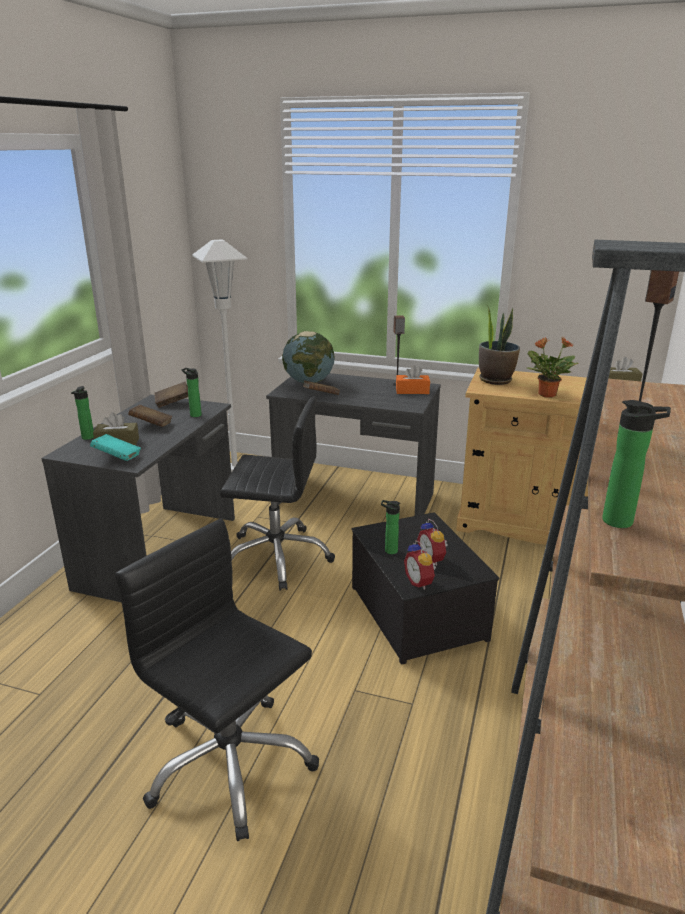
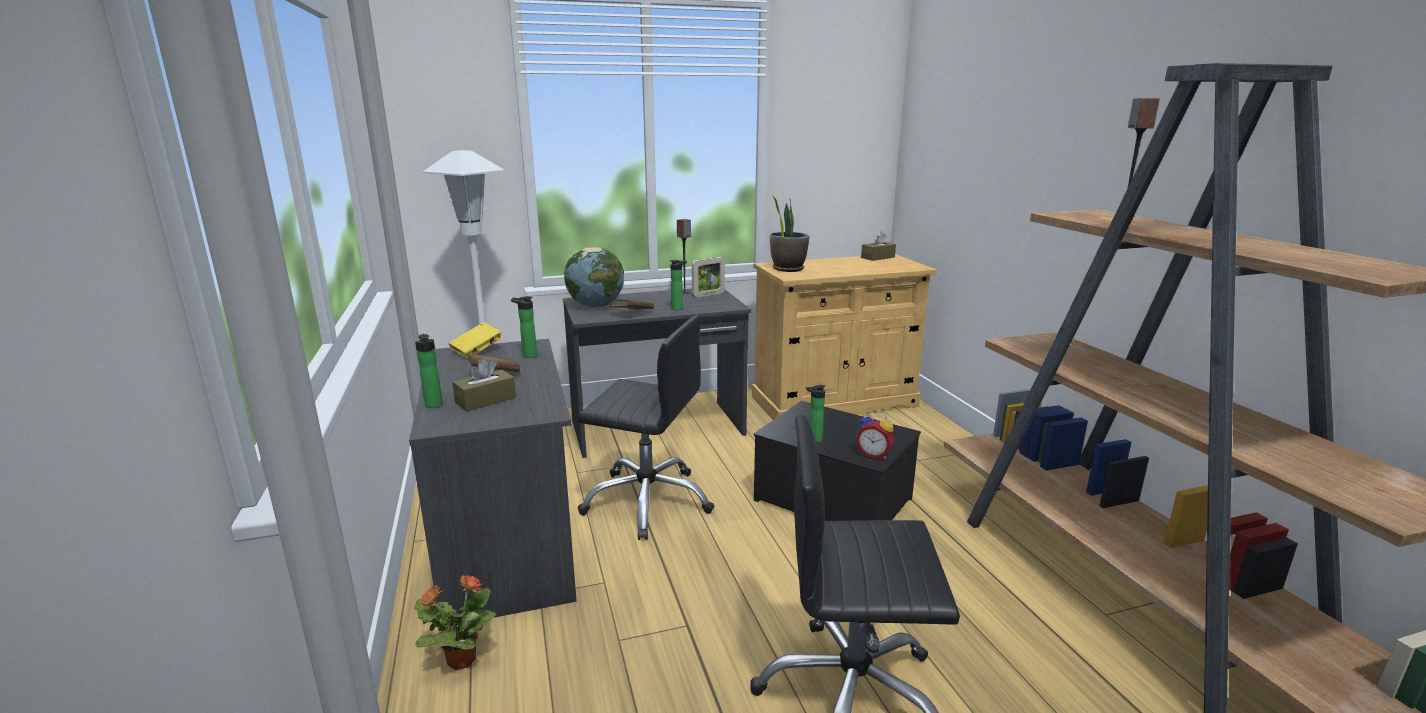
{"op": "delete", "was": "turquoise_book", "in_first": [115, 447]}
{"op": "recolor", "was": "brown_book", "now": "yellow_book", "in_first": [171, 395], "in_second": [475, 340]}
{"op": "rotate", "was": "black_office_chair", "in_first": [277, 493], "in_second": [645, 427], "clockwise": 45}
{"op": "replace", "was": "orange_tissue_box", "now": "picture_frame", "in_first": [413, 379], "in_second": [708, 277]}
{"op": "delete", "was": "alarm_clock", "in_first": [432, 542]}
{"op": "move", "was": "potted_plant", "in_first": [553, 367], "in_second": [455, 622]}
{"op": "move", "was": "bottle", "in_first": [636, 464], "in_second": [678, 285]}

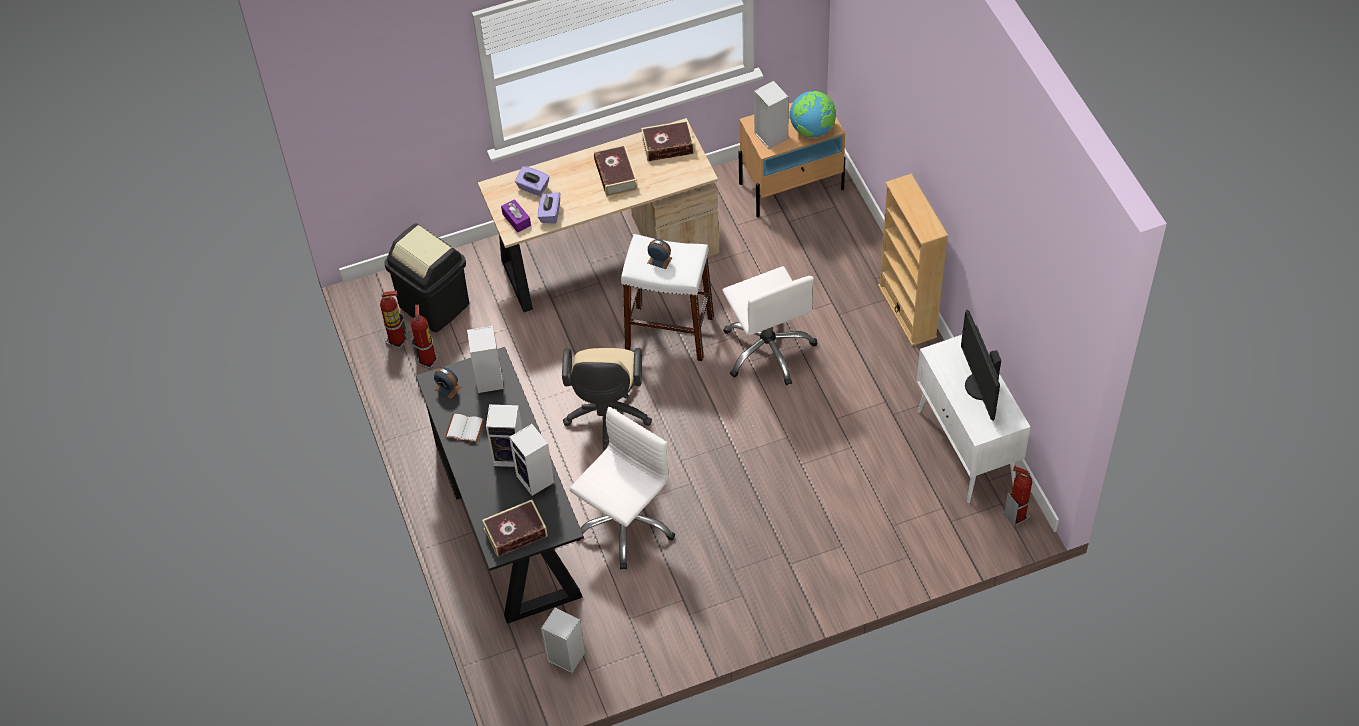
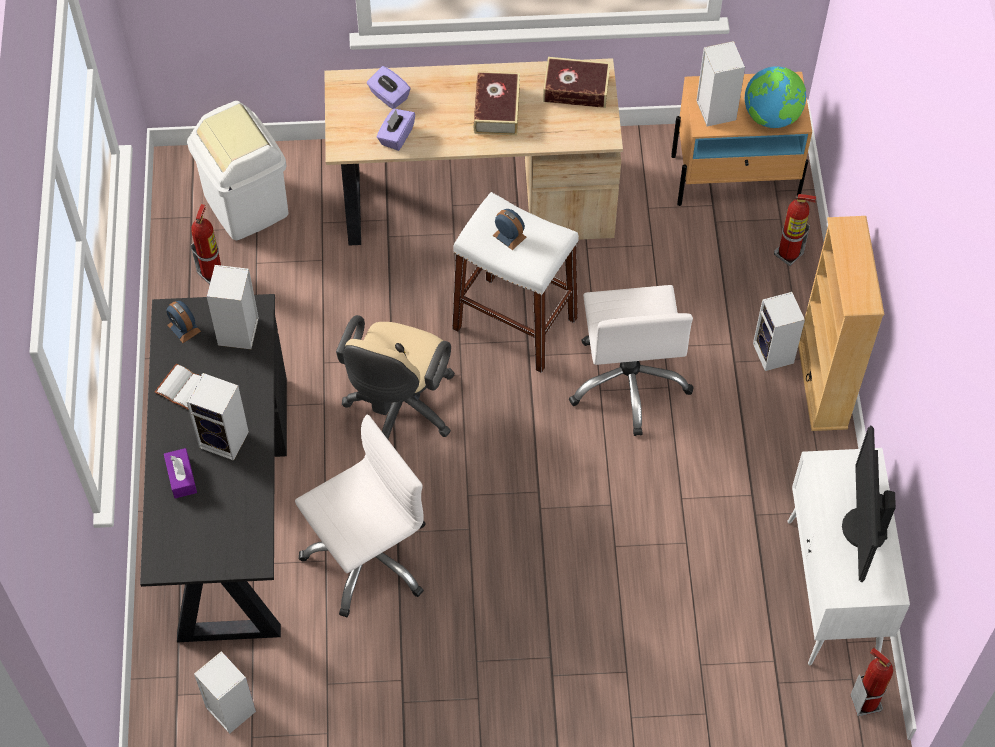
{"op": "move", "was": "fire_extinguisher", "in_first": [394, 320], "in_second": [795, 230]}
{"op": "recolor", "was": "black_trash_can", "now": "white_trash_can", "in_first": [426, 277], "in_second": [237, 170]}
{"op": "delete", "was": "book", "in_first": [515, 528]}
{"op": "move", "was": "purple_tissue_box", "in_first": [516, 216], "in_second": [180, 473]}
{"op": "move", "was": "speaker", "in_first": [531, 460], "in_second": [779, 331]}

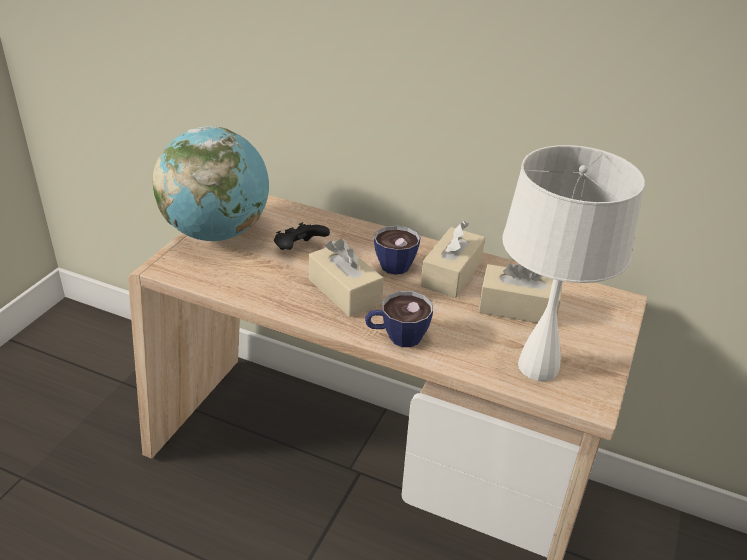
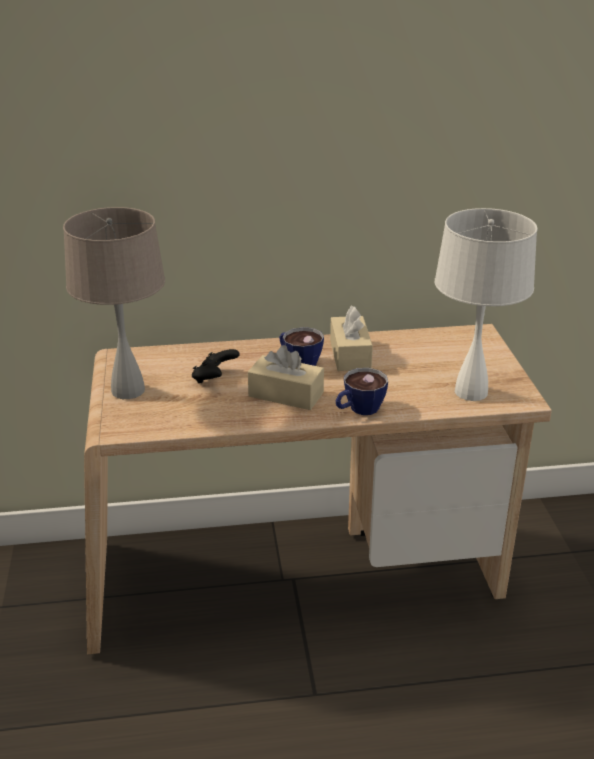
{"op": "replace", "was": "globe", "now": "beige_table_lamp", "in_first": [211, 183], "in_second": [114, 303]}
{"op": "delete", "was": "beige_tissue_box", "in_first": [520, 293]}

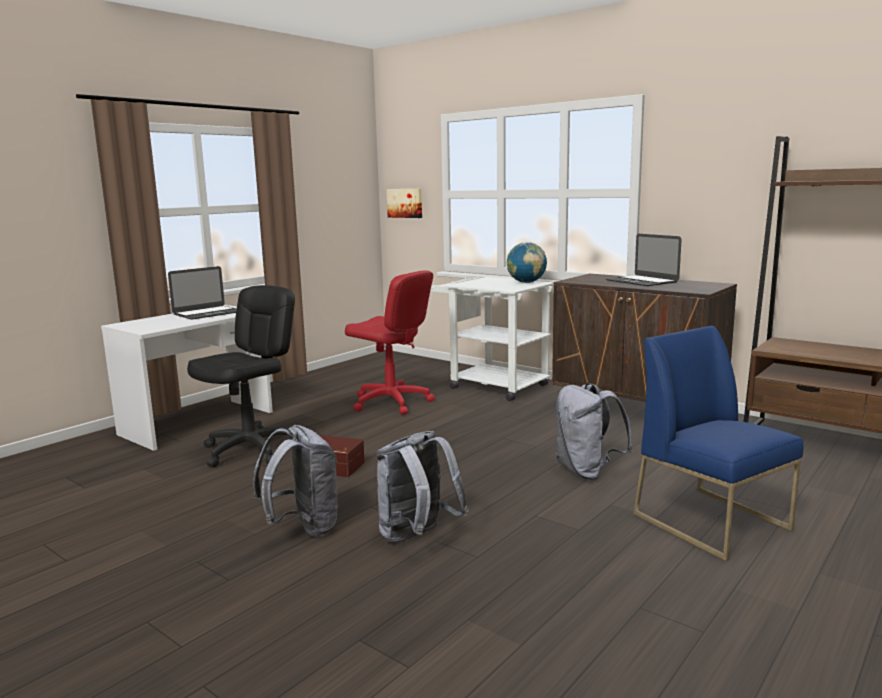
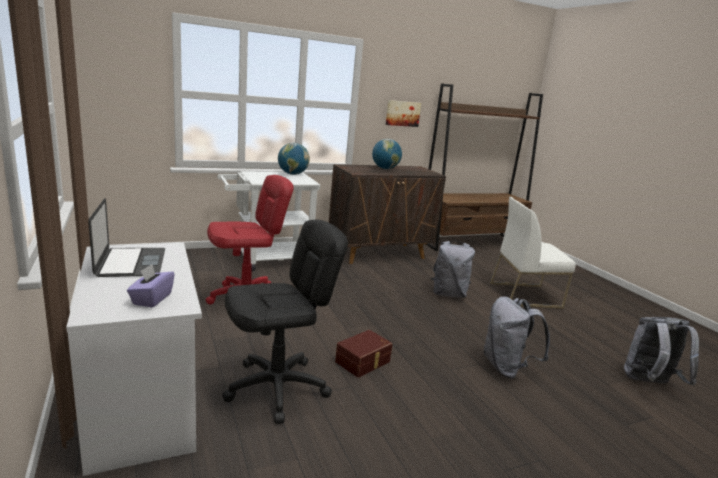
{"op": "rotate", "was": "black_office_chair", "in_first": [241, 376], "in_second": [285, 322], "clockwise": 90}
{"op": "move", "was": "grey_backpack", "in_first": [296, 481], "in_second": [661, 351]}
{"op": "move", "was": "picture", "in_first": [404, 203], "in_second": [403, 113]}
{"op": "replace", "was": "laptop", "now": "globe", "in_first": [644, 260], "in_second": [387, 154]}
{"op": "recolor", "was": "blue_chair", "now": "white_chair", "in_first": [718, 443], "in_second": [533, 253]}
{"op": "insert", "now": "purple_tissue_box", "in_second": [150, 286]}

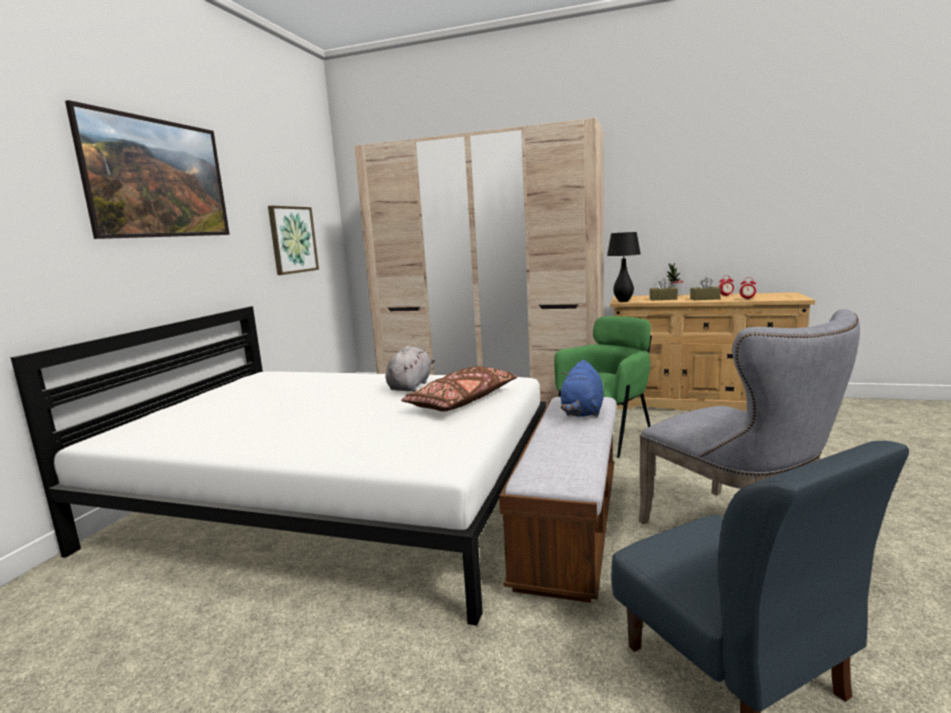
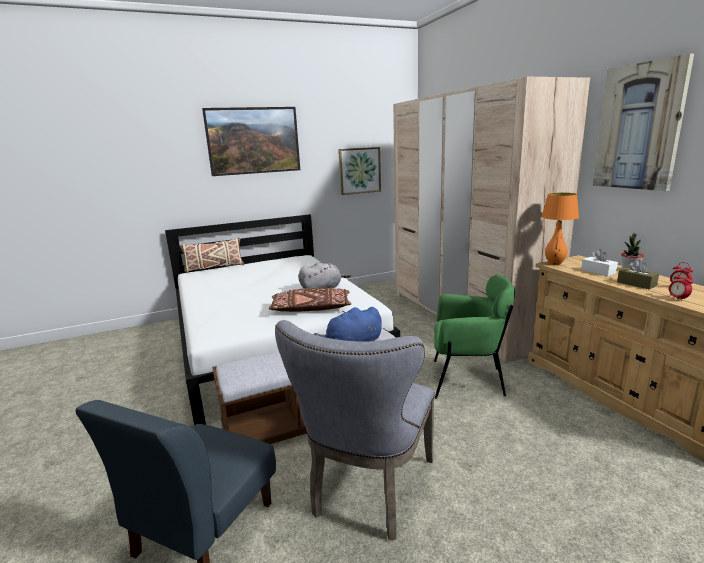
{"op": "recolor", "was": "black_table_lamp", "now": "orange_table_lamp", "in_first": [624, 267], "in_second": [560, 229]}
{"op": "recolor", "was": "brown_tissue_box", "now": "white_tissue_box", "in_first": [664, 289], "in_second": [599, 262]}
{"op": "insert", "now": "beige_pillow", "in_second": [212, 255]}
{"op": "insert", "now": "picture", "in_second": [643, 122]}

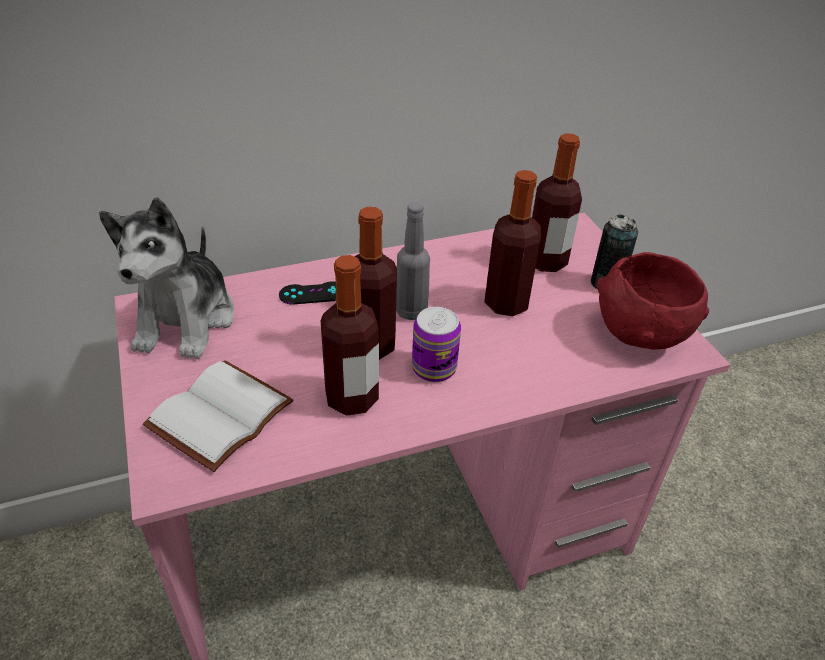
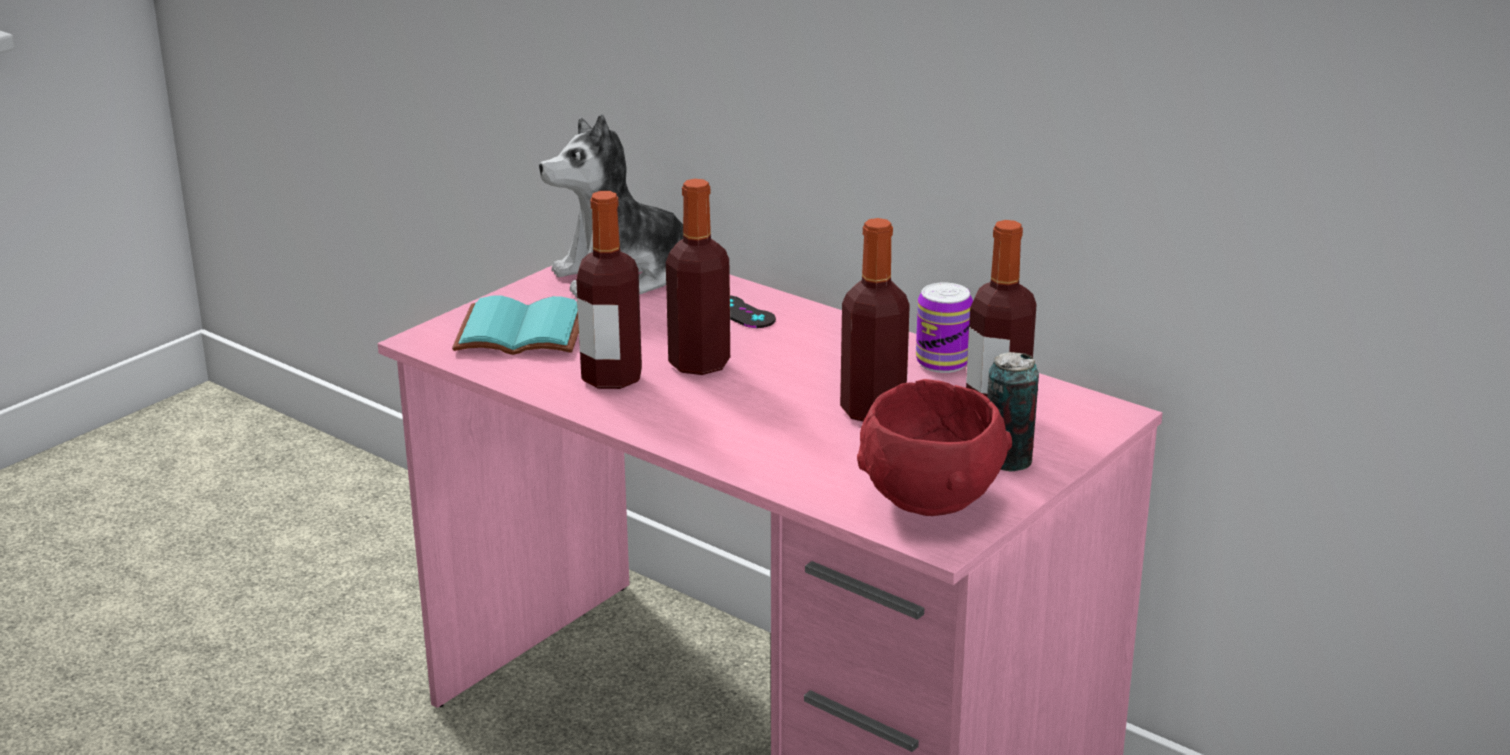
{"op": "recolor", "was": "white_book", "now": "turquoise_book", "in_first": [218, 416], "in_second": [515, 325]}
{"op": "delete", "was": "grey_bottle", "in_first": [413, 261]}
{"op": "move", "was": "can", "in_first": [436, 345], "in_second": [944, 327]}

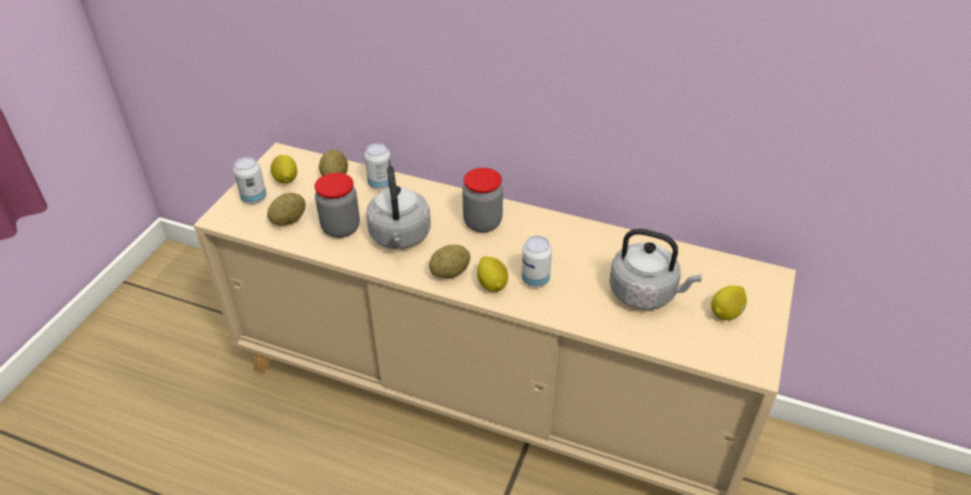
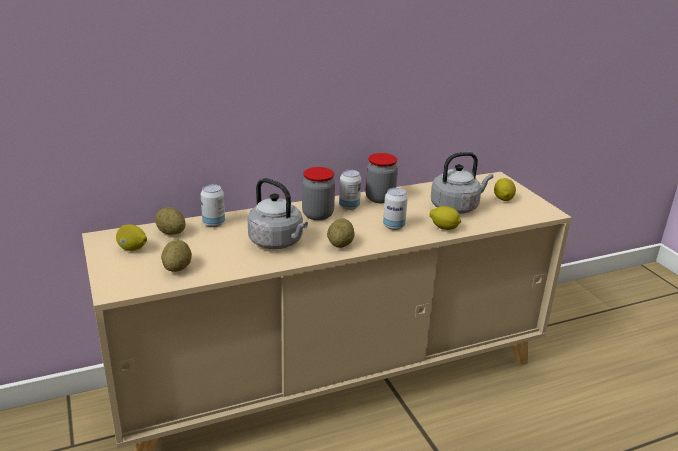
{"op": "move", "was": "can", "in_first": [250, 180], "in_second": [350, 190]}
{"op": "move", "was": "jar", "in_first": [337, 205], "in_second": [381, 178]}
{"op": "move", "was": "lemon", "in_first": [492, 274], "in_second": [445, 218]}

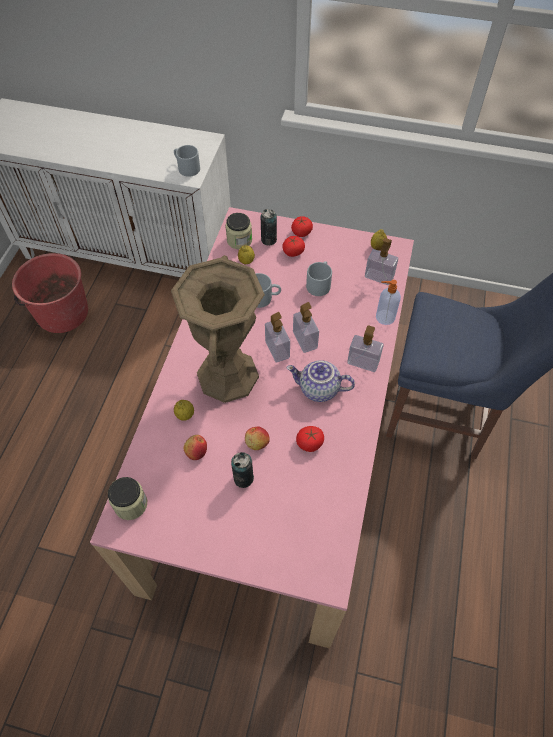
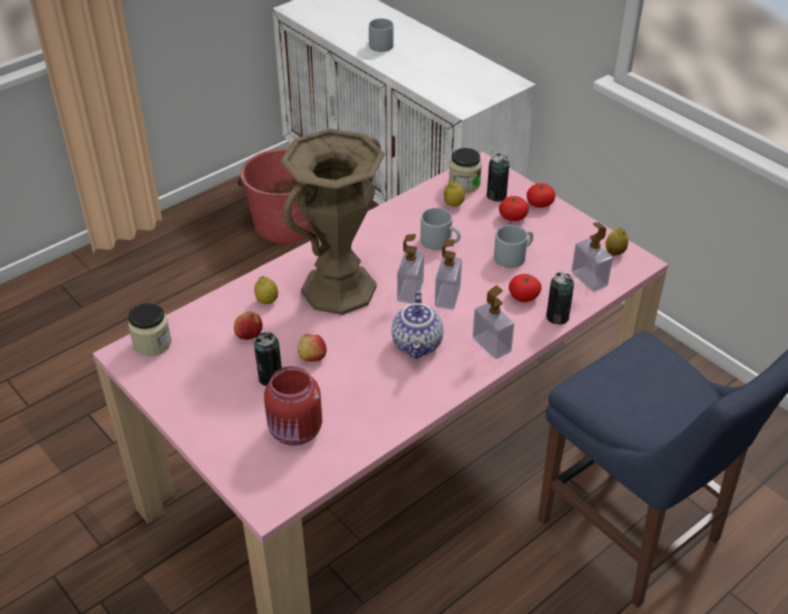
{"op": "move", "was": "grey_mug", "in_first": [187, 161], "in_second": [381, 35]}
{"op": "rotate", "was": "teapot", "in_first": [320, 381], "in_second": [417, 325], "clockwise": -135}
{"op": "move", "was": "tomato", "in_first": [310, 439], "in_second": [525, 288]}
{"op": "replace", "was": "soap_dispenser", "now": "can", "in_first": [388, 302], "in_second": [560, 298]}
{"op": "insert", "now": "red_jar", "in_second": [293, 406]}

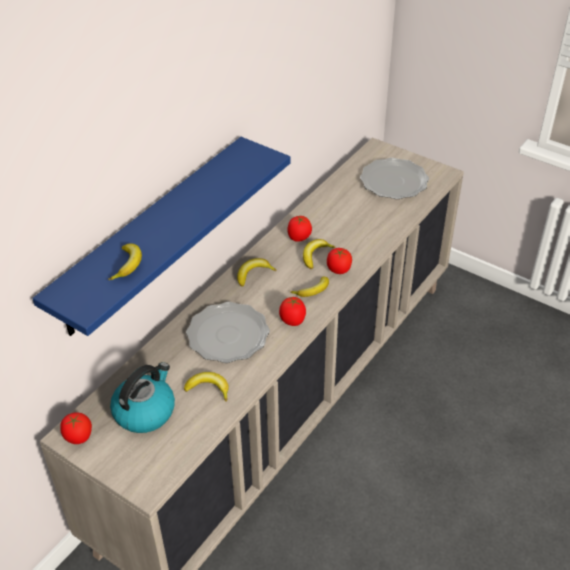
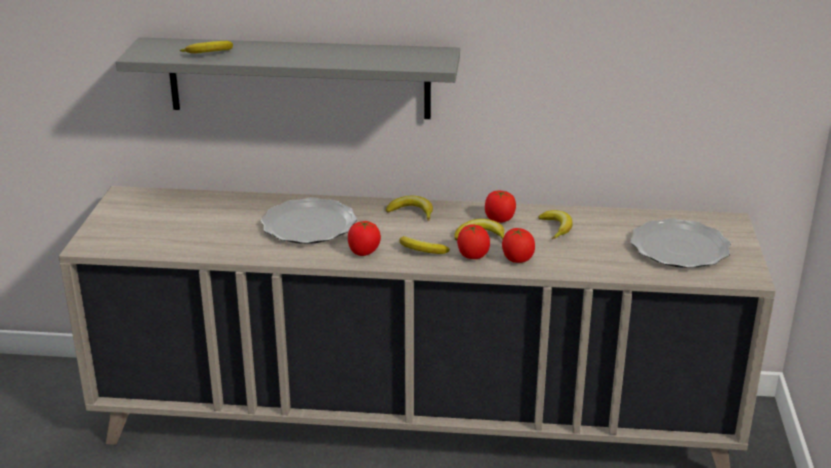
{"op": "recolor", "was": "blue_shelf", "now": "grey_shelf", "in_first": [161, 236], "in_second": [288, 78]}
{"op": "move", "was": "tomato", "in_first": [76, 428], "in_second": [518, 245]}
{"op": "delete", "was": "kettle", "in_first": [142, 397]}
{"op": "move", "was": "banana", "in_first": [206, 387], "in_second": [555, 225]}

